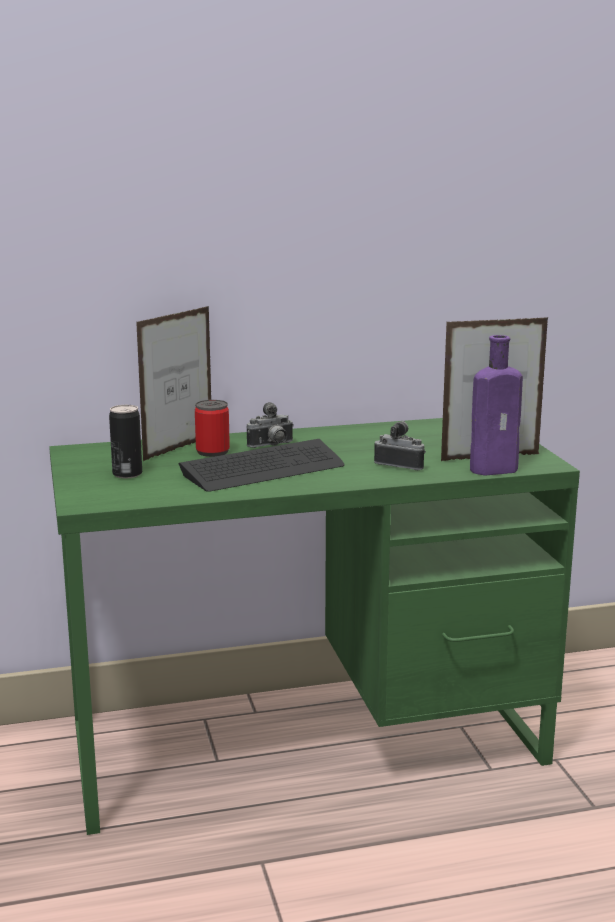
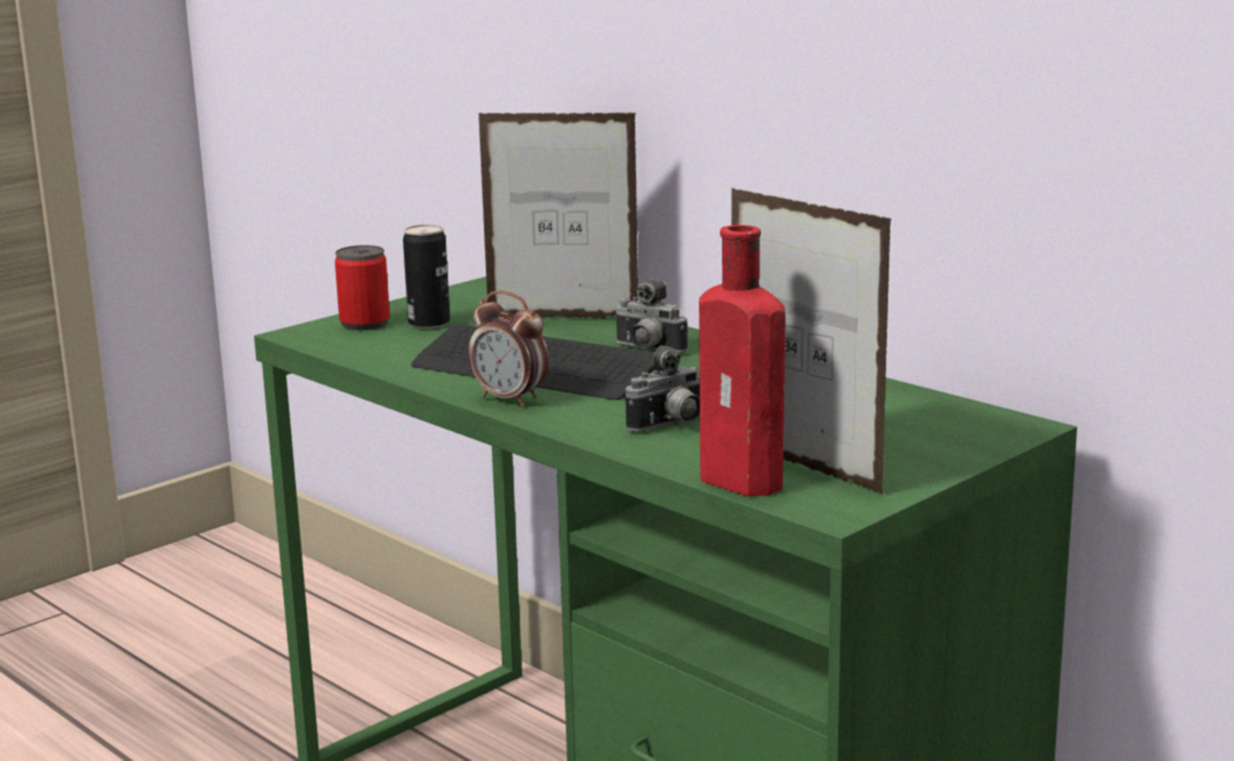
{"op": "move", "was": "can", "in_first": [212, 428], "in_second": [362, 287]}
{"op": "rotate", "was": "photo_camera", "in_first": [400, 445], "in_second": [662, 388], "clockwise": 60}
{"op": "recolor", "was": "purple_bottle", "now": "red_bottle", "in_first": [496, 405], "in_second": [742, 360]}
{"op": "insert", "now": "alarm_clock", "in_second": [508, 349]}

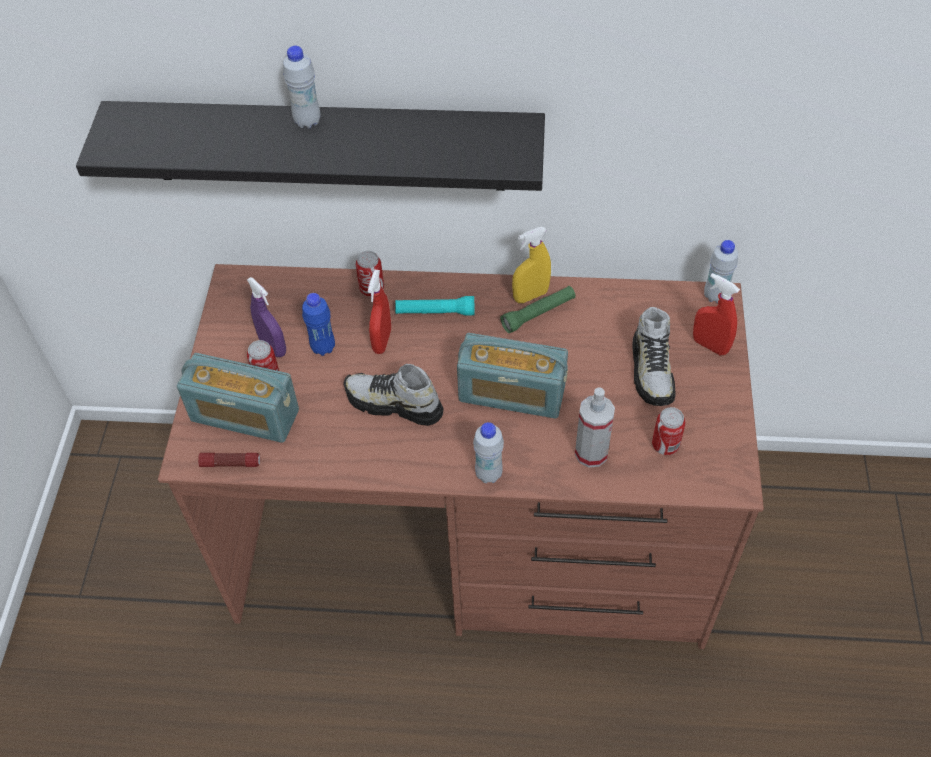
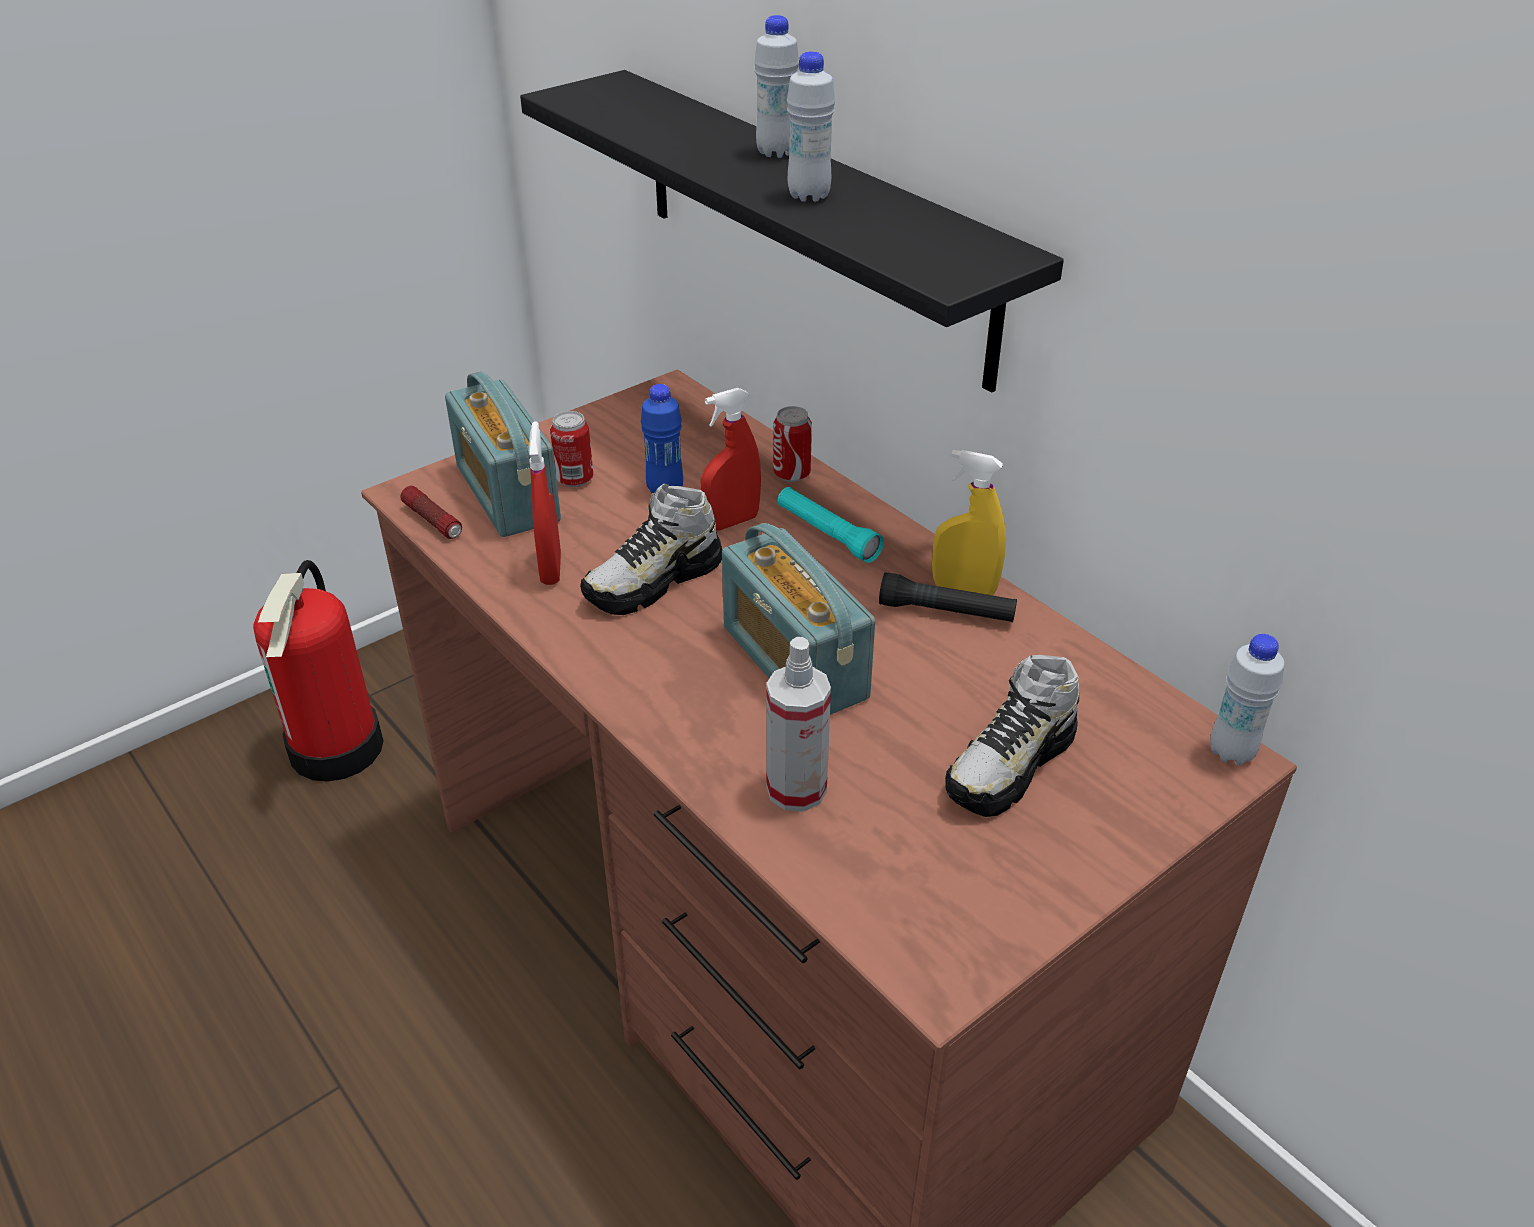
{"op": "delete", "was": "purple_spray_bottle", "in_first": [266, 317]}
{"op": "rotate", "was": "shoe", "in_first": [393, 394], "in_second": [651, 549], "clockwise": -105}
{"op": "move", "was": "white_bottle", "in_first": [488, 452], "in_second": [811, 126]}
{"op": "recolor", "was": "green_flashlight", "now": "black_flashlight", "in_first": [538, 309], "in_second": [948, 597]}
{"op": "delete", "was": "can", "in_first": [668, 431]}
{"op": "move", "was": "red_spray_bottle", "in_first": [716, 314], "in_second": [545, 503]}
{"op": "insert", "now": "fire_extinguisher", "in_second": [318, 671]}

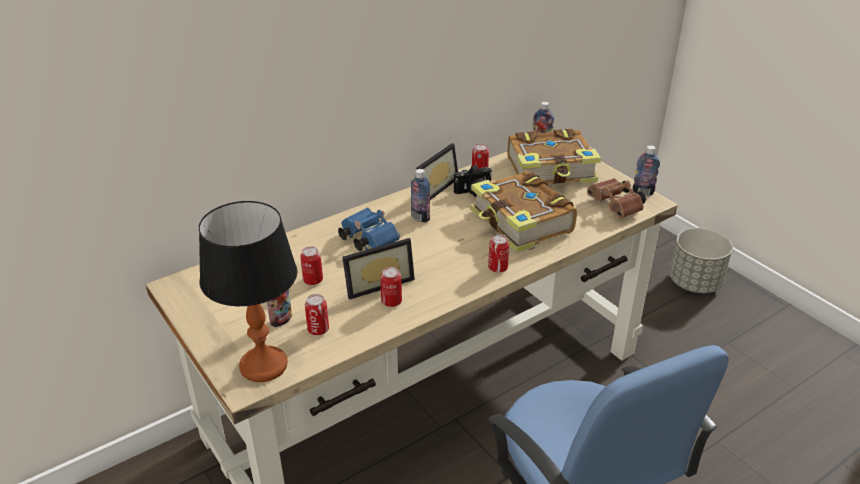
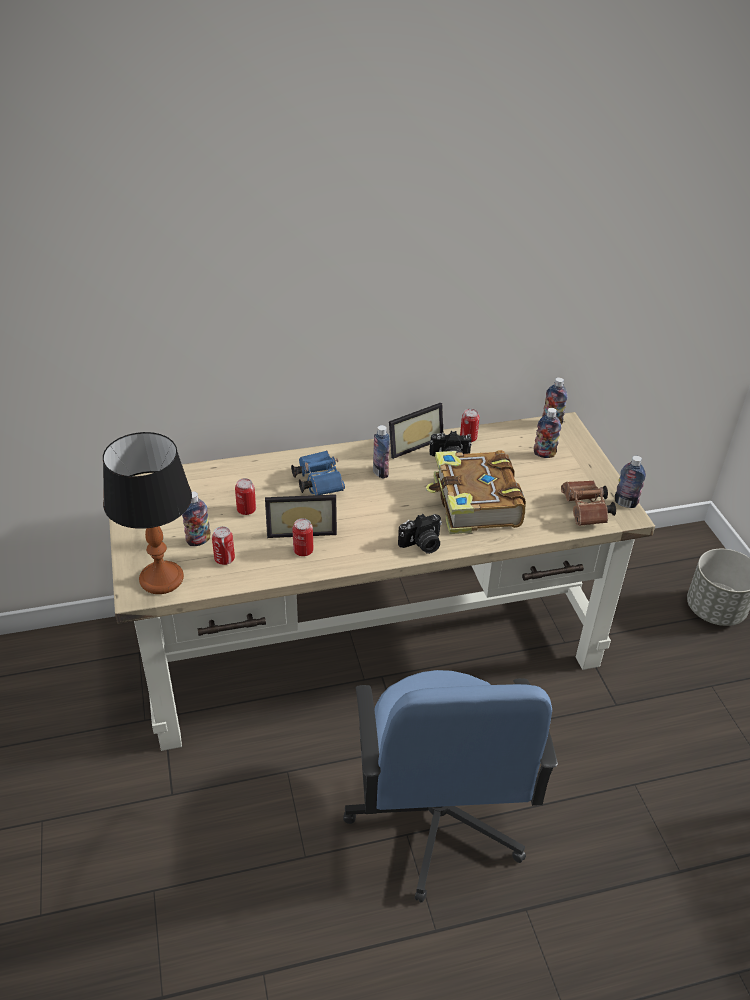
{"op": "replace", "was": "can", "now": "photo_camera", "in_first": [498, 254], "in_second": [420, 534]}
{"op": "replace", "was": "book", "now": "bottle", "in_first": [554, 156], "in_second": [547, 433]}

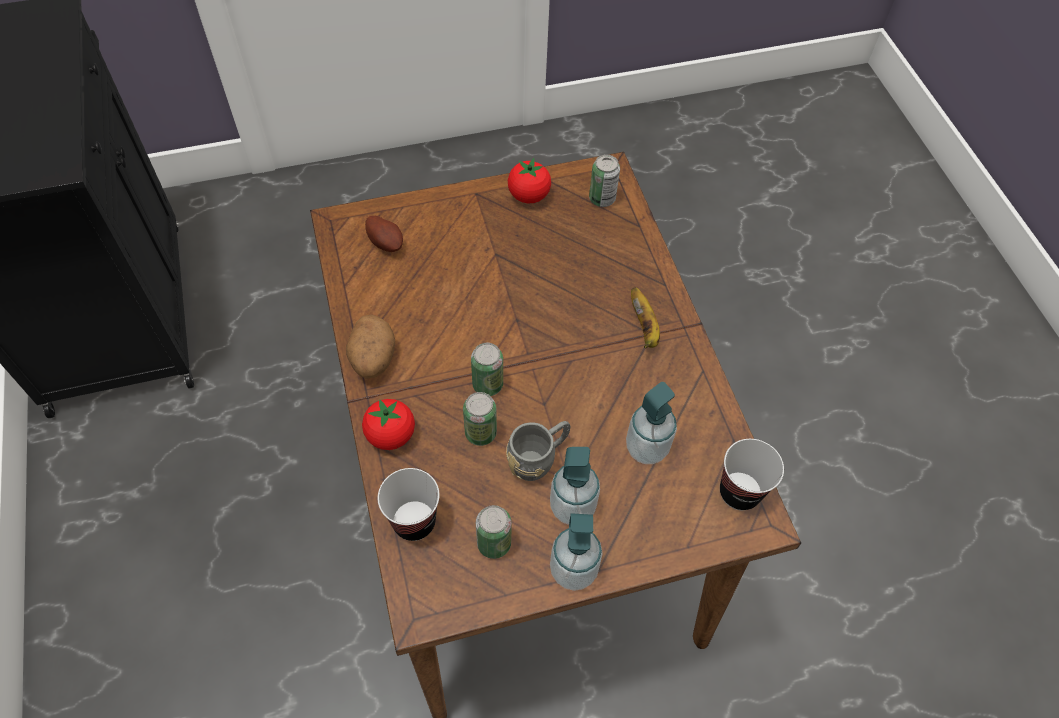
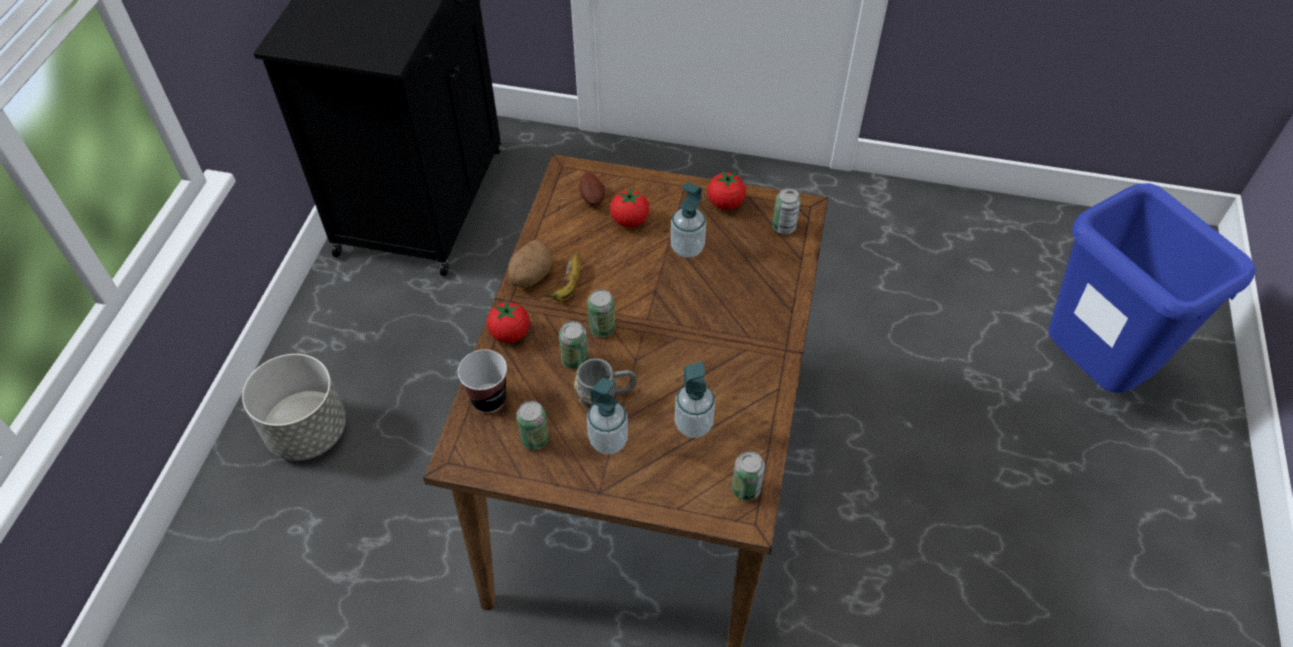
{"op": "move", "was": "soap_dispenser", "in_first": [576, 552], "in_second": [688, 220]}
{"op": "move", "was": "banana", "in_first": [645, 317], "in_second": [562, 277]}
{"op": "replace", "was": "cup", "now": "can", "in_first": [752, 474], "in_second": [748, 476]}
{"op": "insert", "now": "grey_planter", "in_second": [294, 407]}
{"op": "insert", "now": "tomato", "in_second": [629, 207]}
{"op": "insert", "now": "blue_trash_can", "in_second": [1152, 288]}

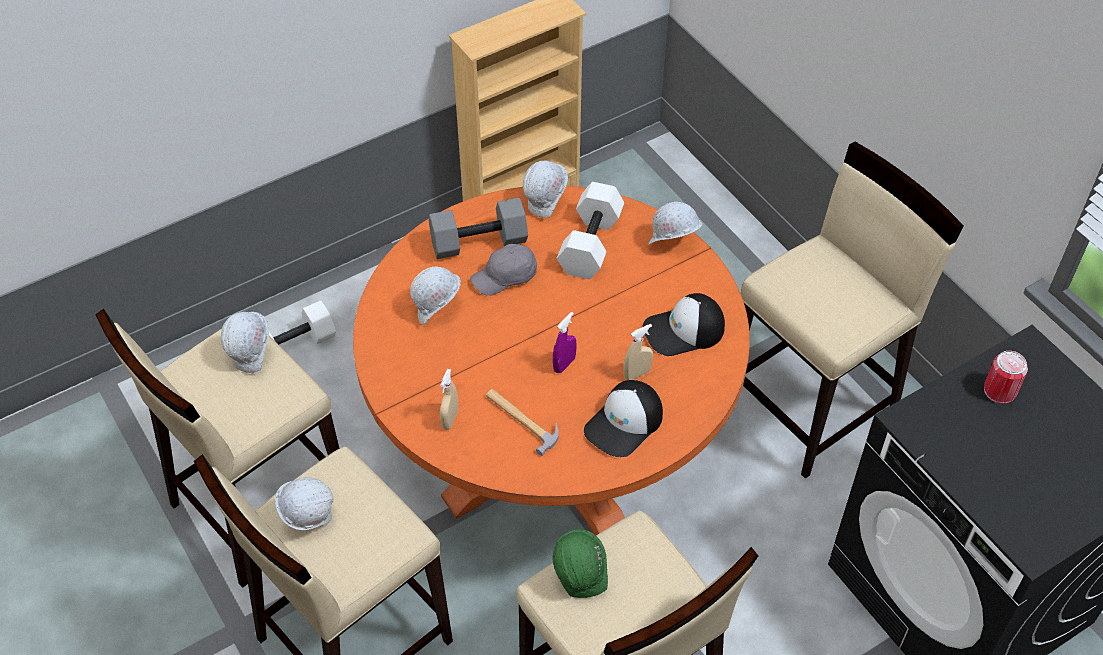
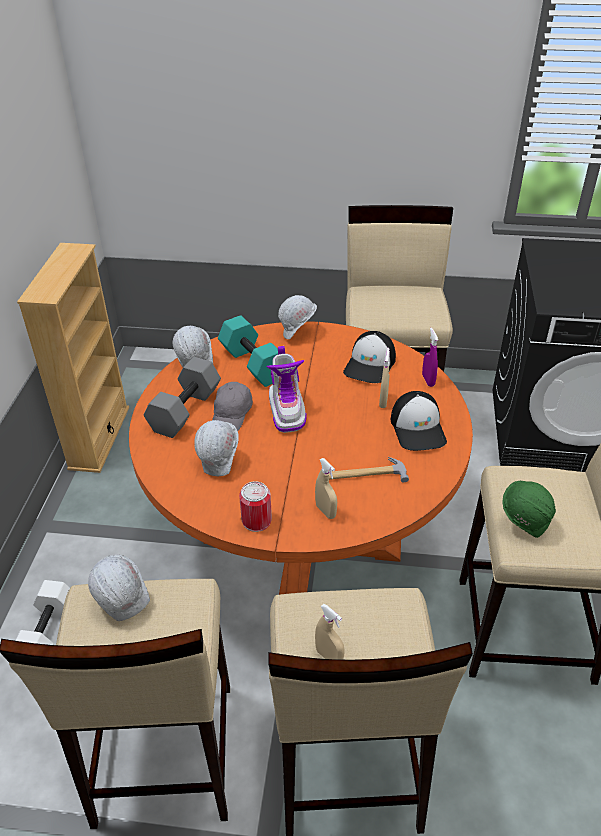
{"op": "replace", "was": "white_hard_hat", "now": "beige_spray_bottle", "in_first": [304, 503], "in_second": [329, 632]}
{"op": "move", "was": "purple_spray_bottle", "in_first": [564, 342], "in_second": [430, 357]}
{"op": "recolor", "was": "white_dumbbell", "now": "turquoise_dumbbell", "in_first": [590, 230], "in_second": [248, 351]}
{"op": "move", "was": "can", "in_first": [1006, 377], "in_second": [255, 506]}
{"op": "insert", "now": "boot", "in_second": [286, 389]}

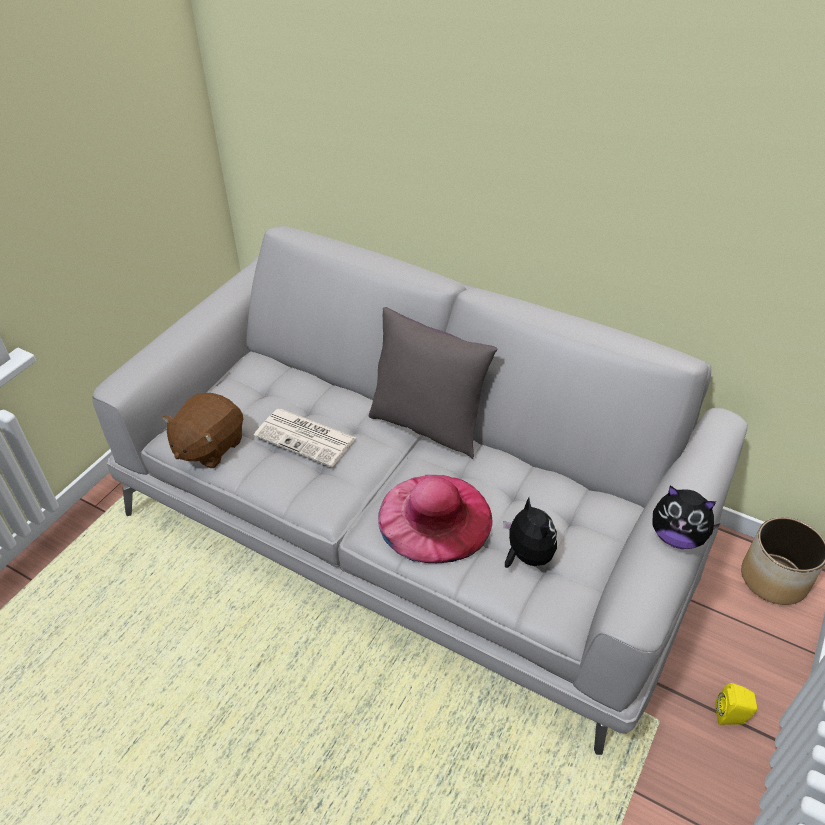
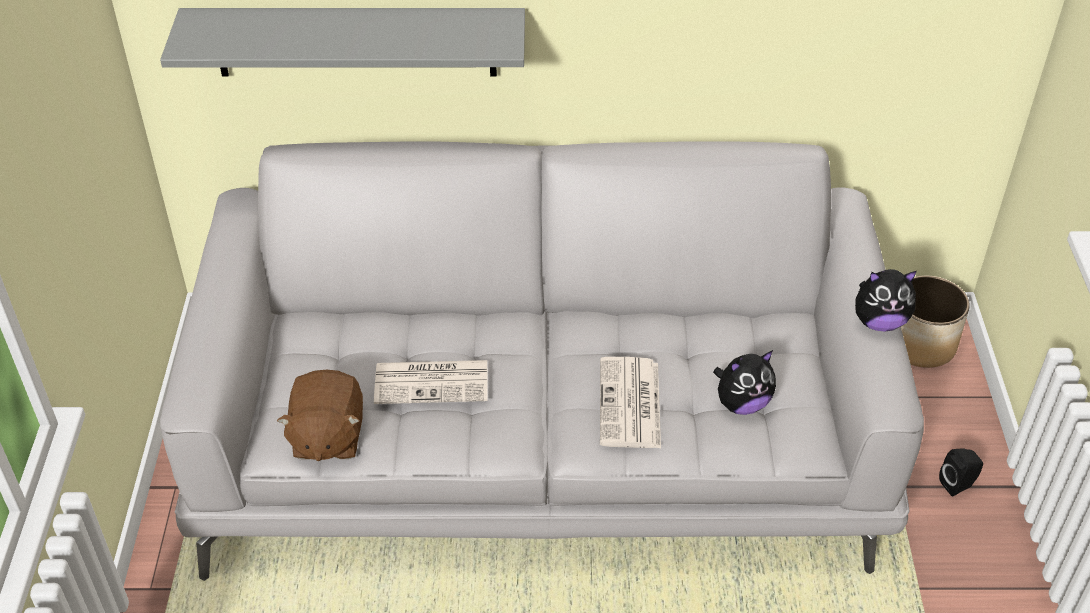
{"op": "delete", "was": "grey_pillow", "in_first": [433, 383]}
{"op": "replace", "was": "pink_hat", "now": "newspaper", "in_first": [435, 519], "in_second": [630, 402]}
{"op": "rotate", "was": "plush_toy", "in_first": [530, 532], "in_second": [744, 382], "clockwise": 120}
{"op": "recolor", "was": "yellow_speaker", "now": "black_speaker", "in_first": [736, 704], "in_second": [961, 472]}
{"op": "insert", "now": "grey_shelf", "in_second": [342, 42]}

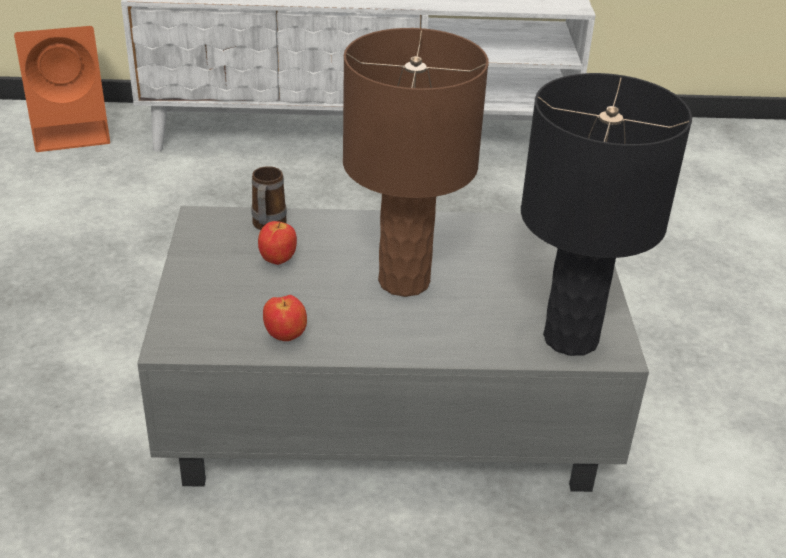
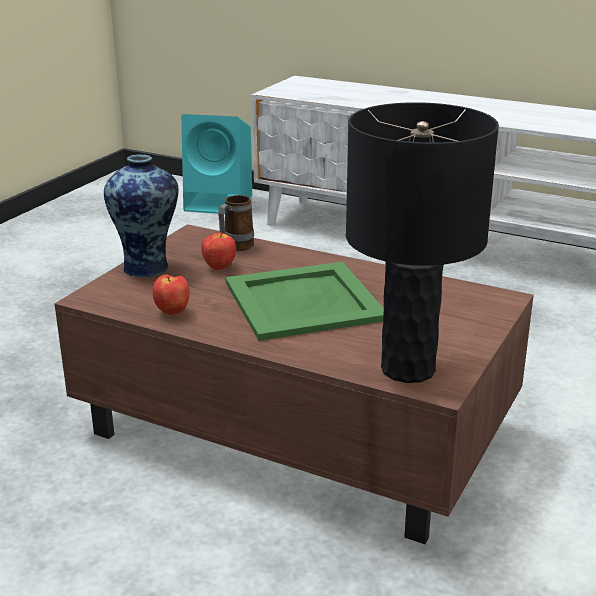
{"op": "recolor", "was": "orange_speaker", "now": "turquoise_speaker", "in_first": [62, 89], "in_second": [216, 164]}
{"op": "recolor", "was": "grey_coffee_table", "now": "brown_coffee_table", "in_first": [393, 349], "in_second": [294, 384]}
{"op": "replace", "was": "brown_table_lamp", "now": "green_tray", "in_first": [416, 162], "in_second": [304, 301]}
{"op": "insert", "now": "vase", "in_second": [141, 215]}

